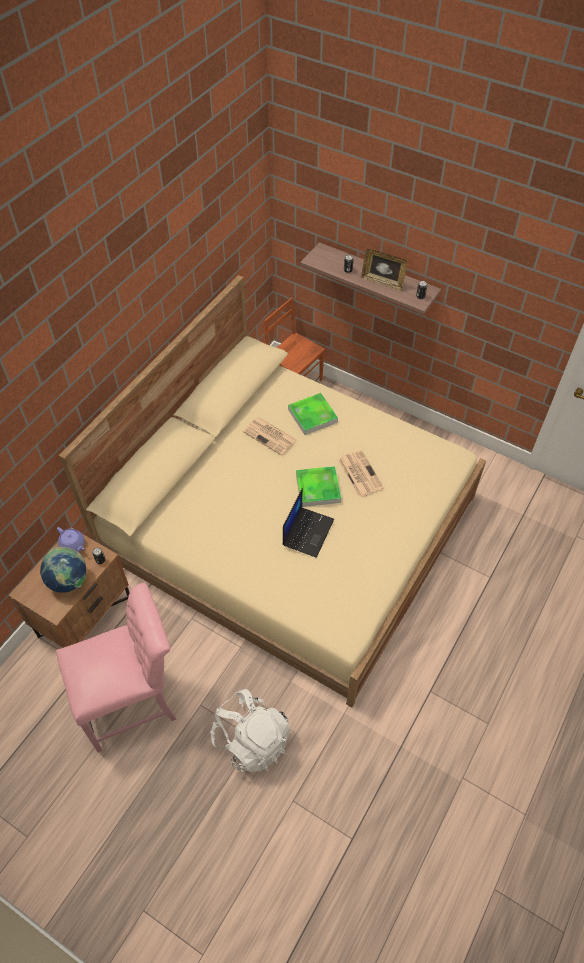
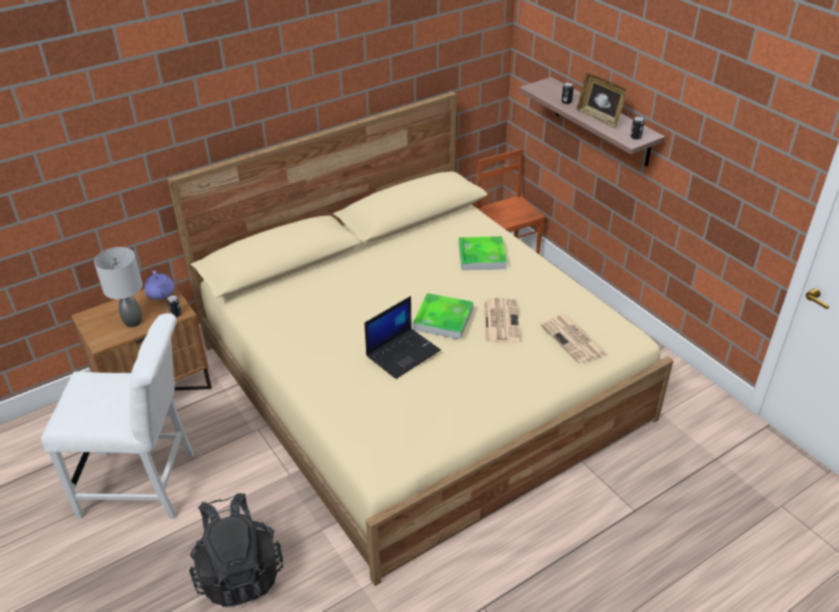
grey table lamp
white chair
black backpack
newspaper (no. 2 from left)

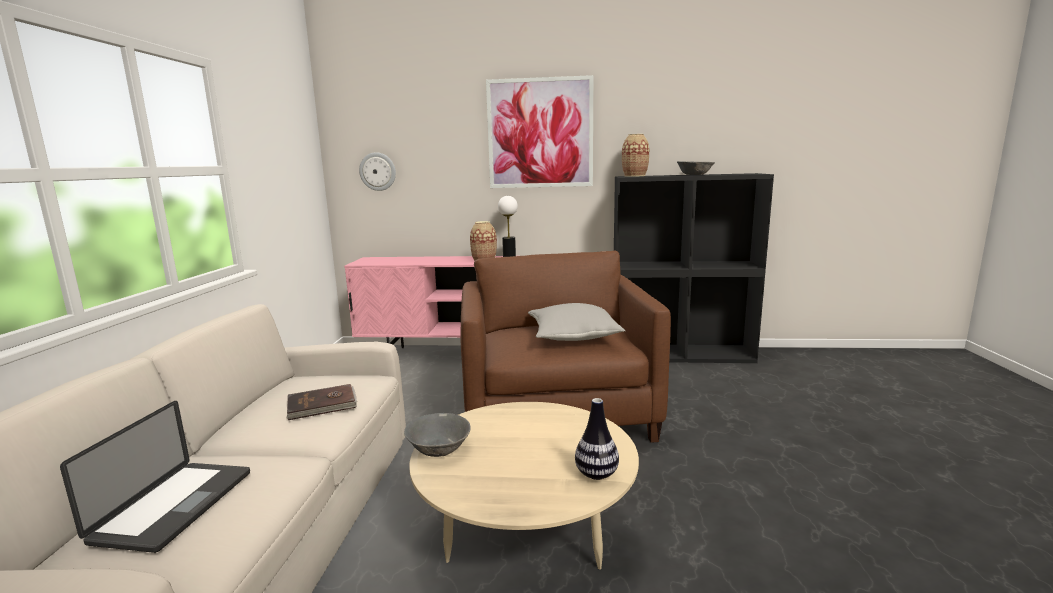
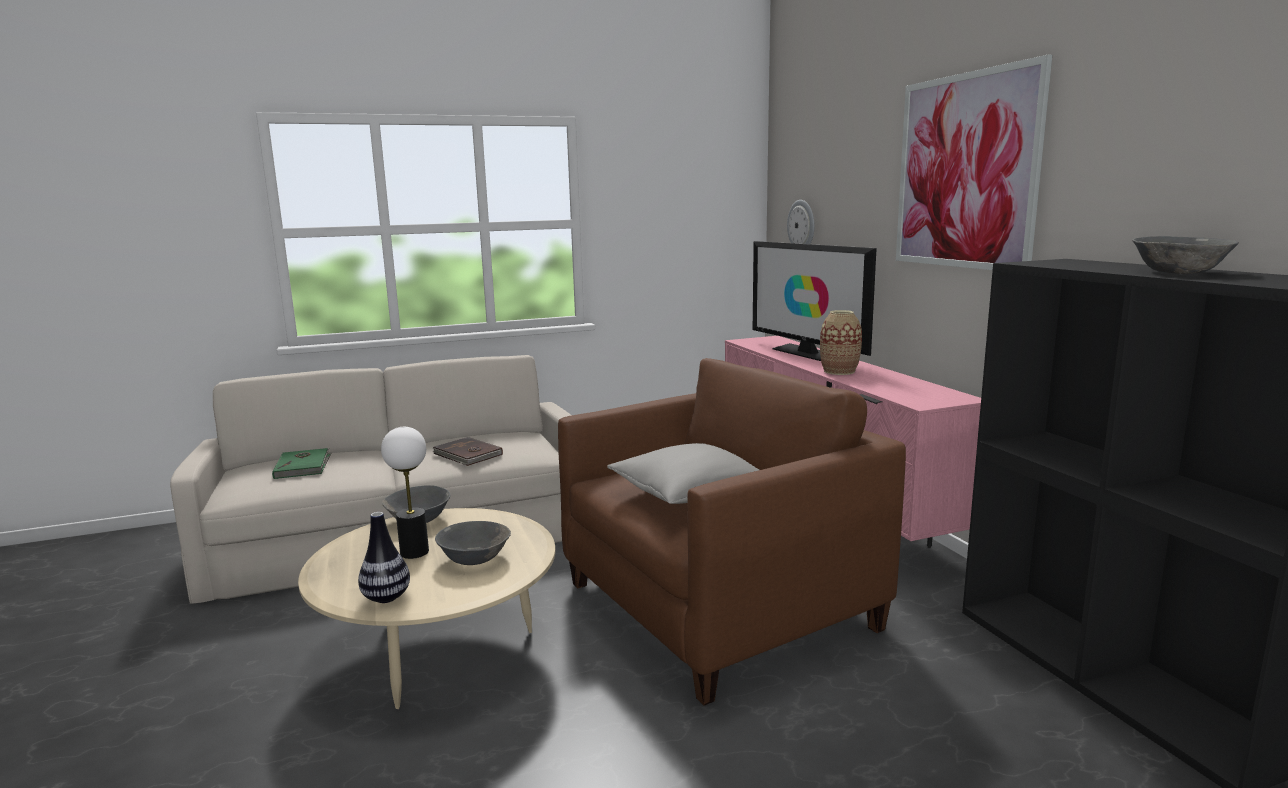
green book
table lamp
vase (no. 3 from left in the first image)
grey bowl (no. 2 from left)
television

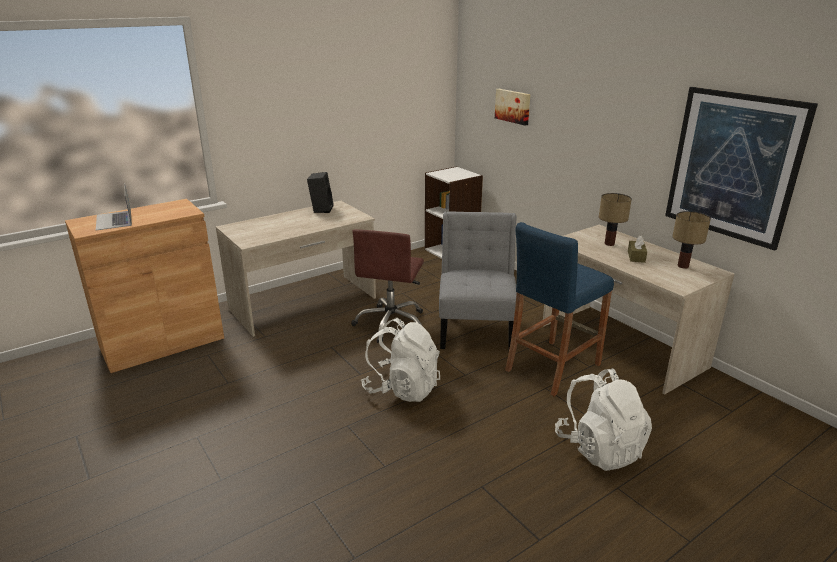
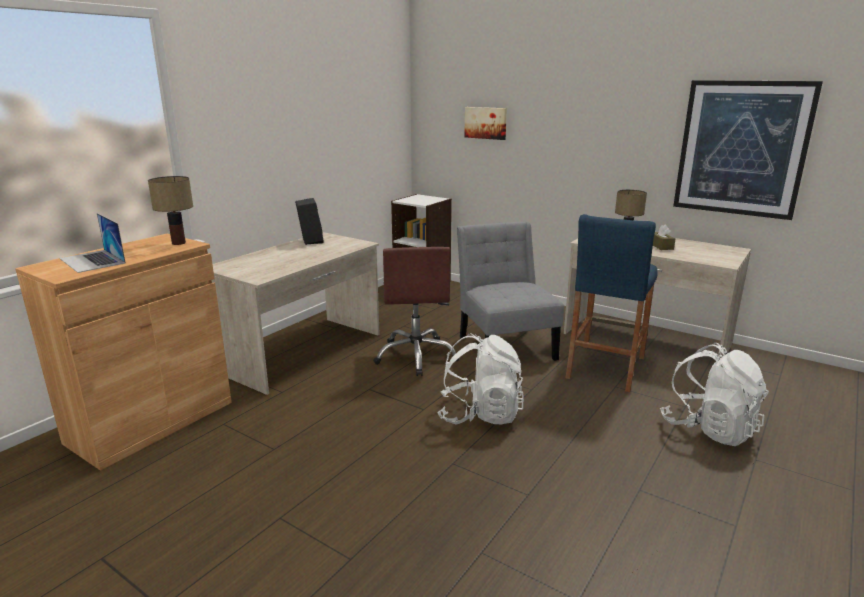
table lamp (no. 1 from left)

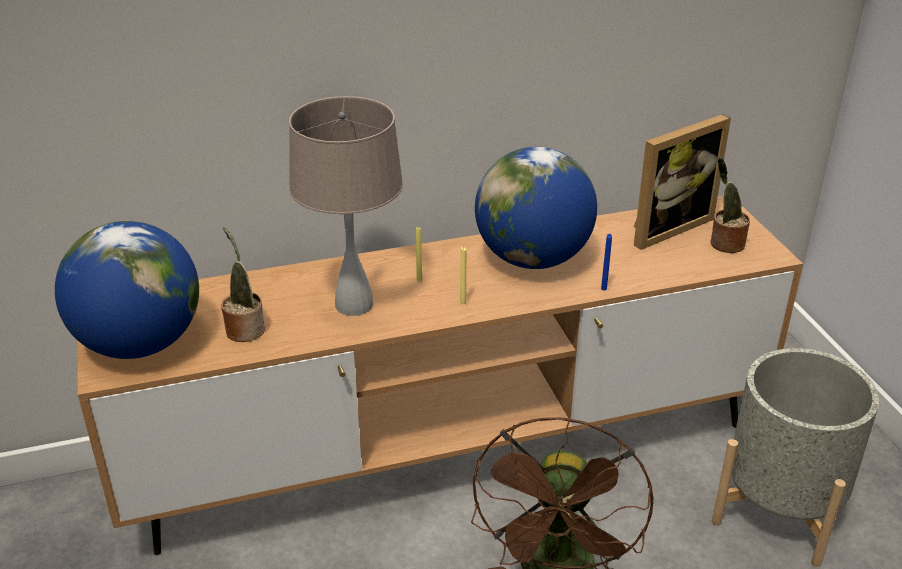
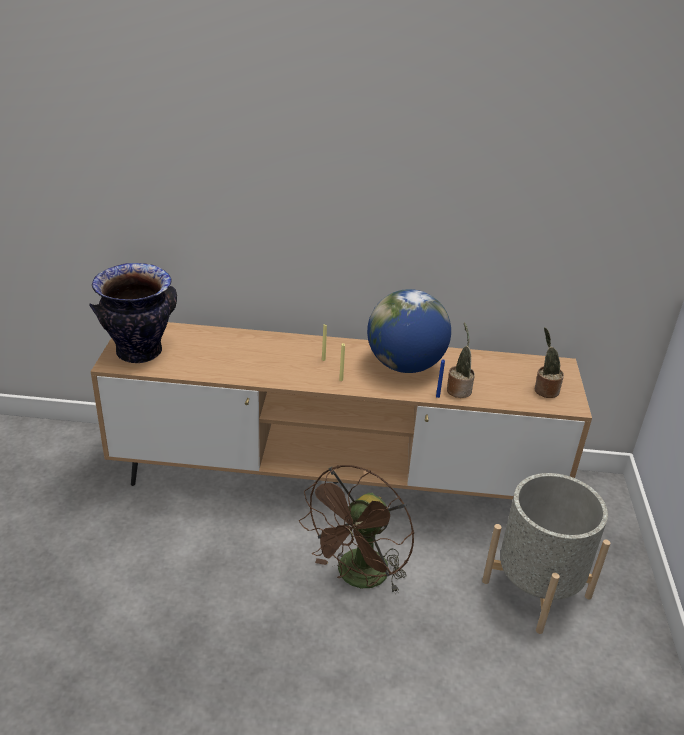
vase
potted plant (no. 1 from left)
beige table lamp
picture frame

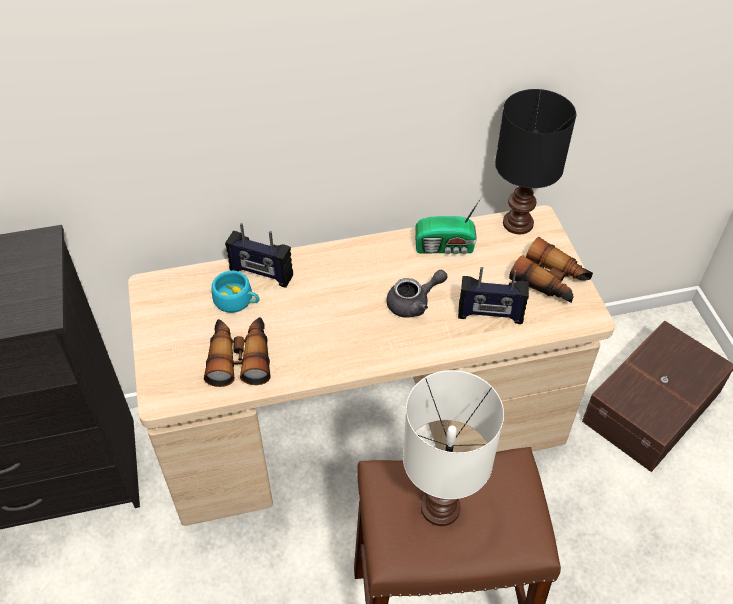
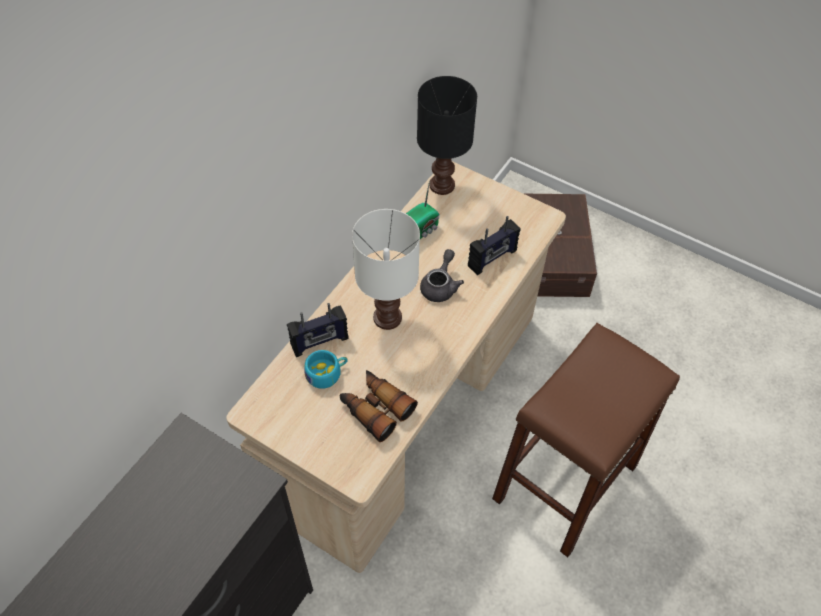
white table lamp
binoculars (no. 2 from left in the first image)

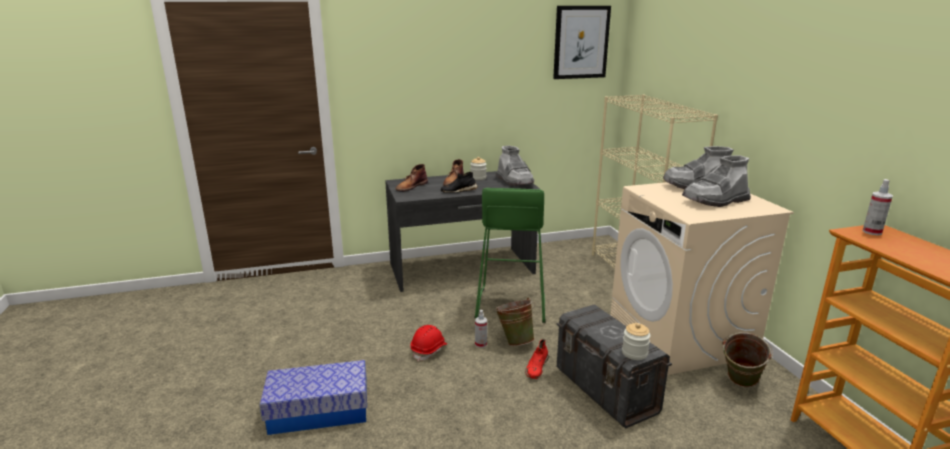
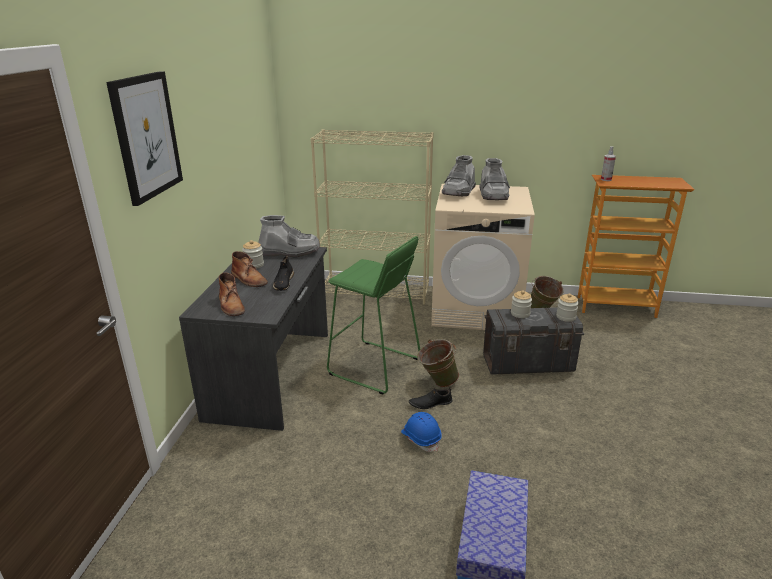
blue hard hat
black shoe (no. 2 from left)
red shoe
picture
jar (no. 2 from left)

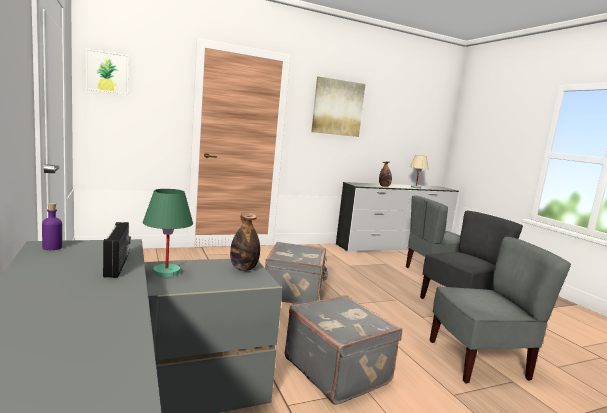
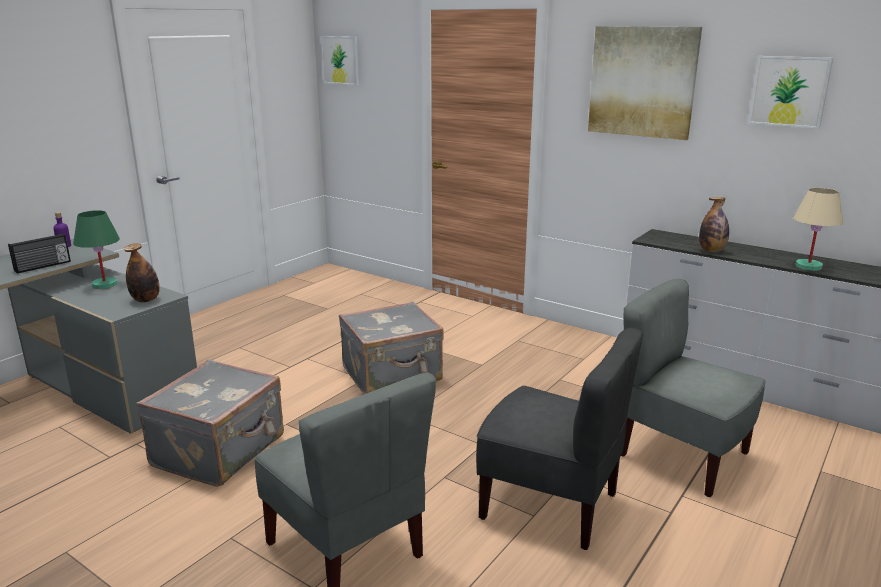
picture (no. 3 from left)

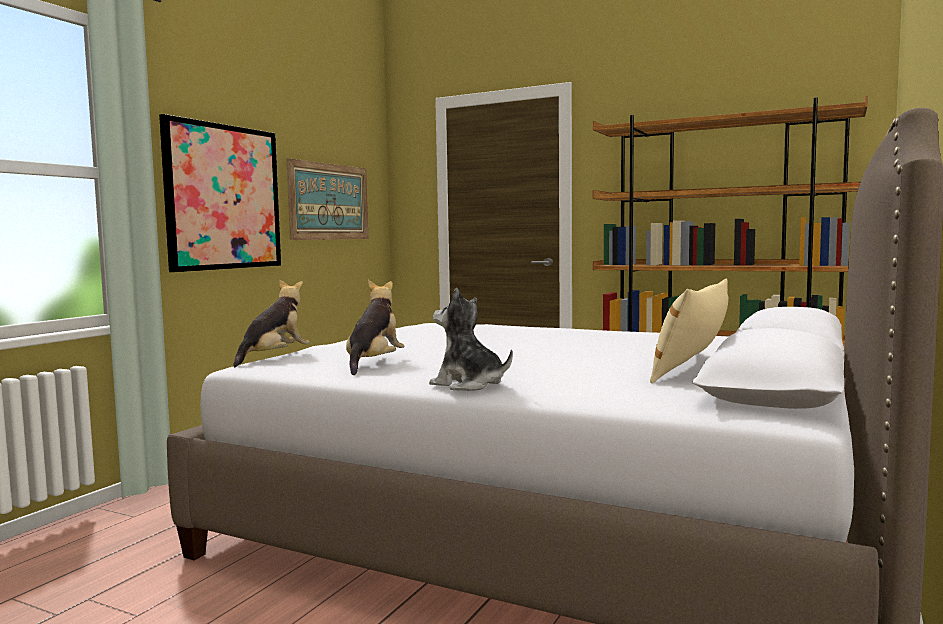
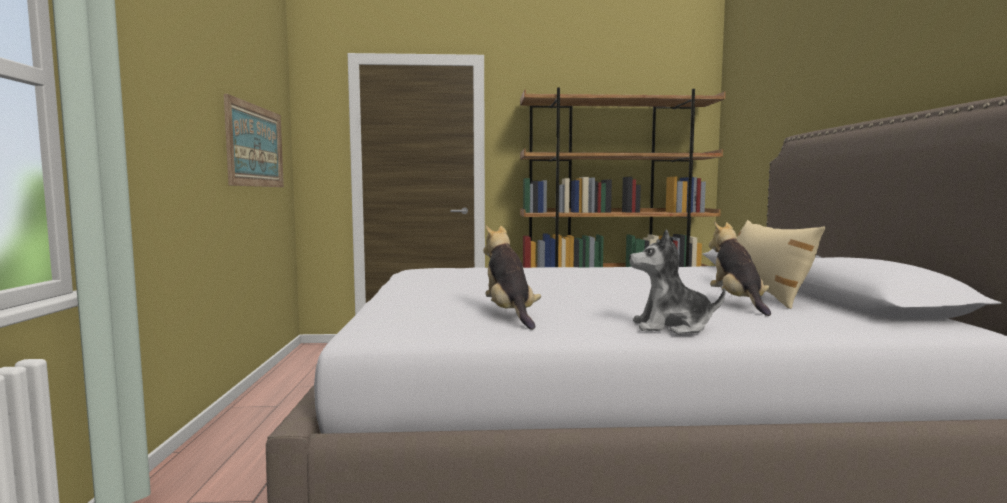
picture (no. 1 from left in the first image)
plush toy (no. 3 from left)

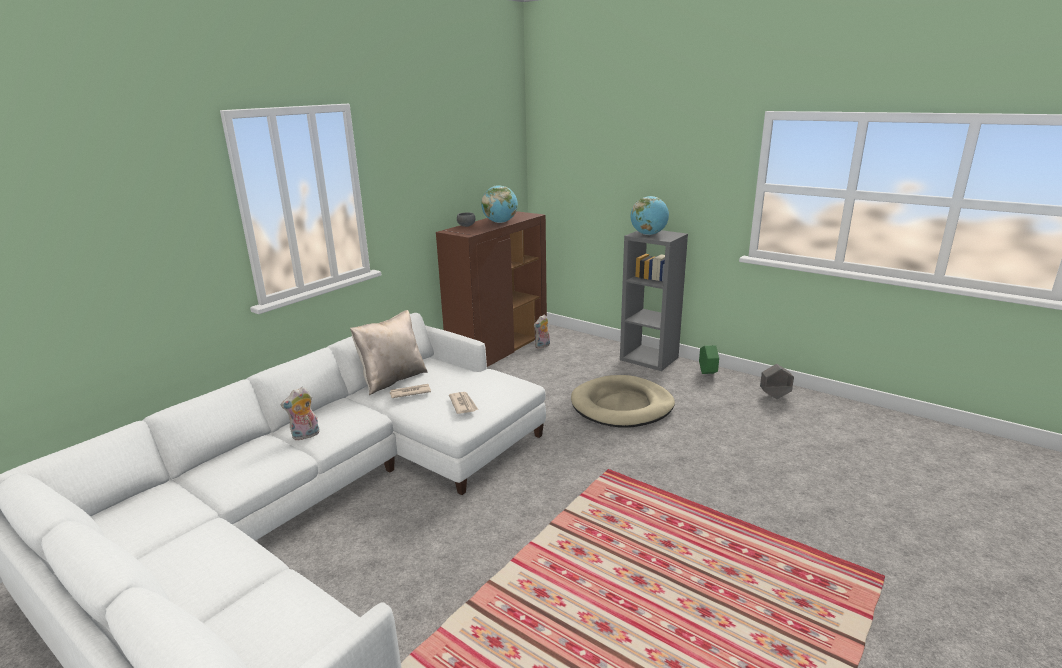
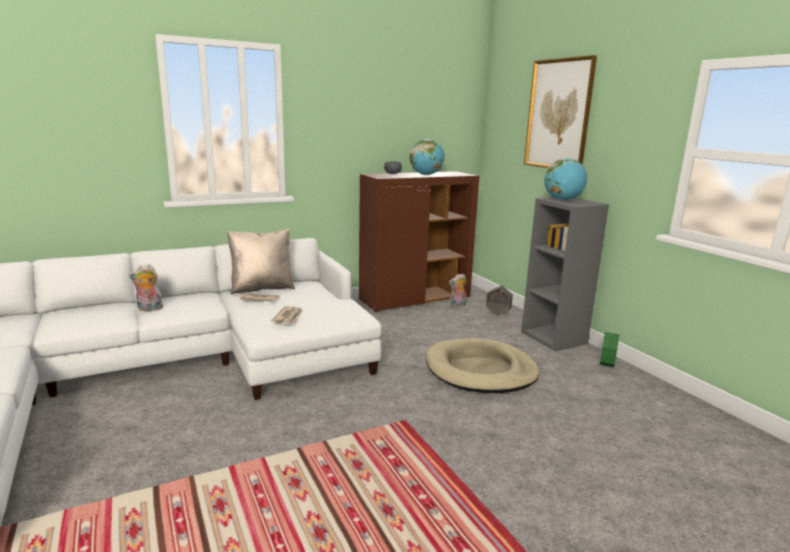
grey planter
picture

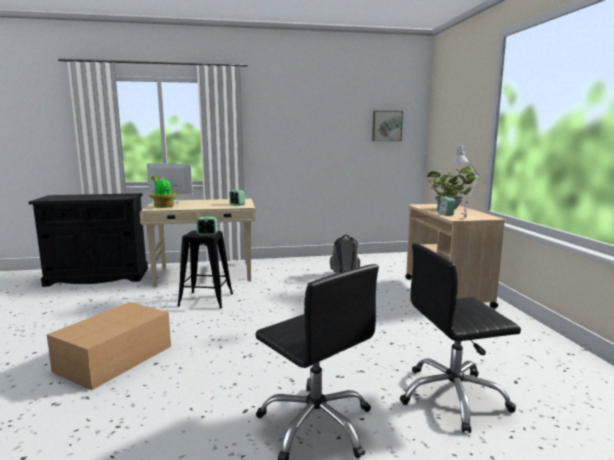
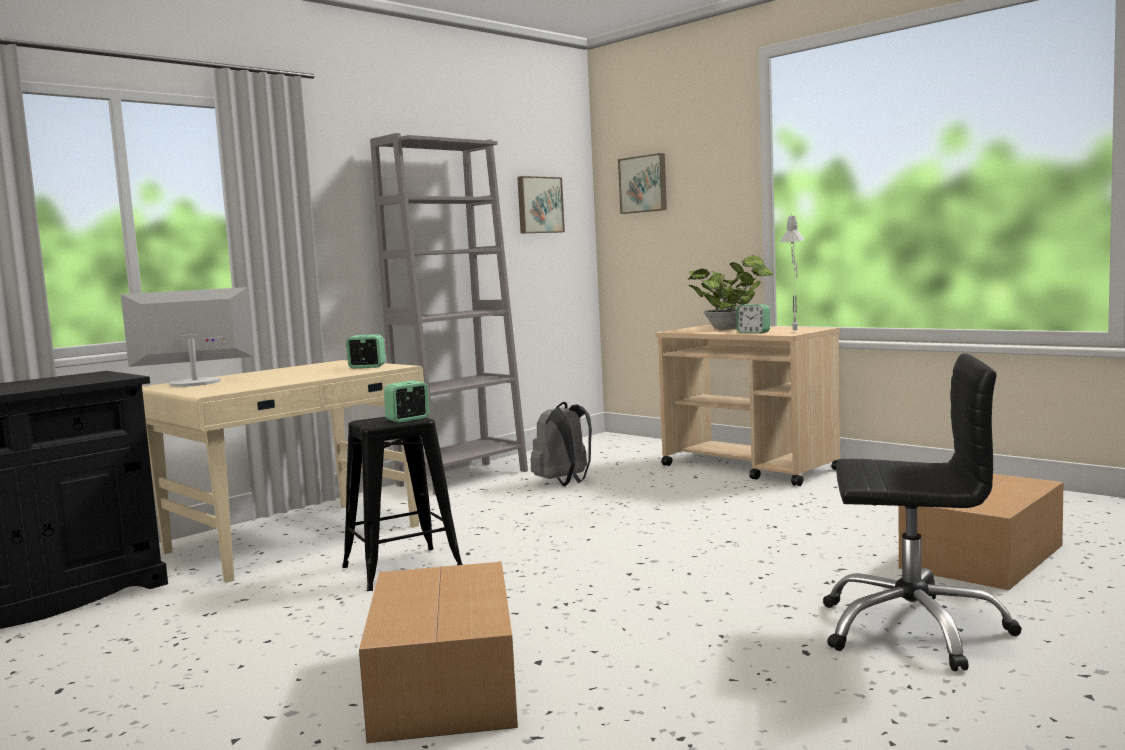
potted plant (no. 1 from left in the first image)
cardboard box (no. 2 from left)
grey bookcase
picture (no. 2 from left)

